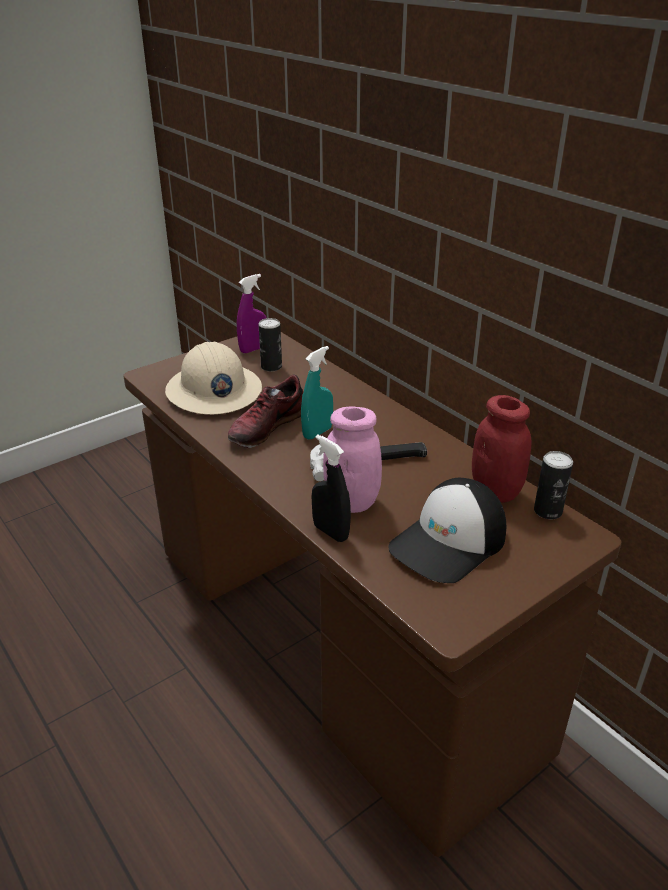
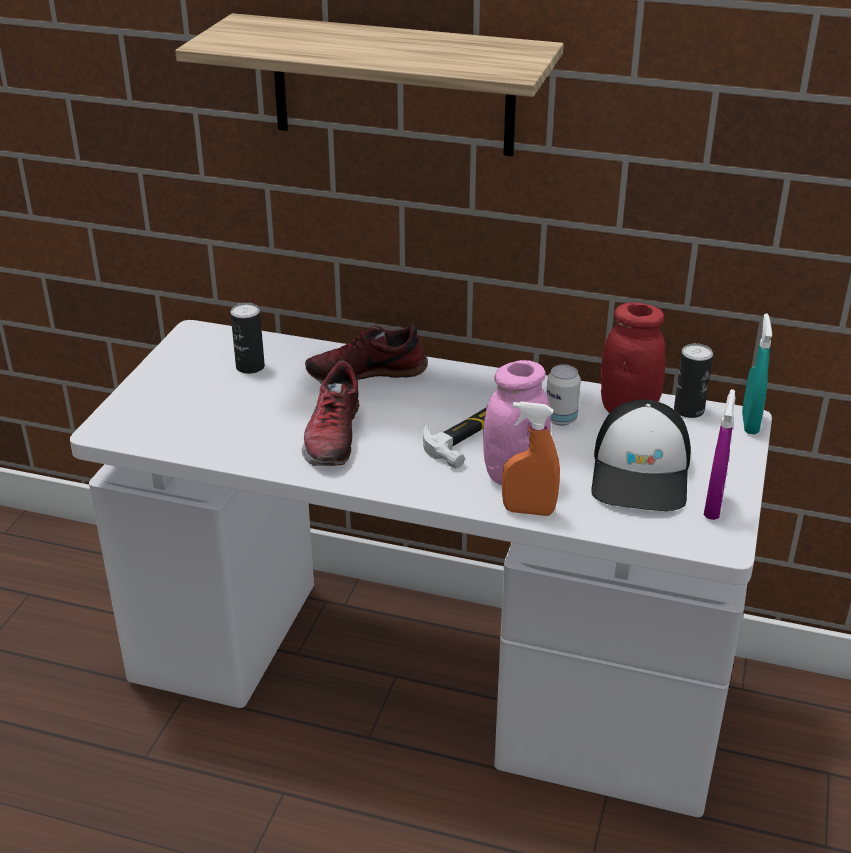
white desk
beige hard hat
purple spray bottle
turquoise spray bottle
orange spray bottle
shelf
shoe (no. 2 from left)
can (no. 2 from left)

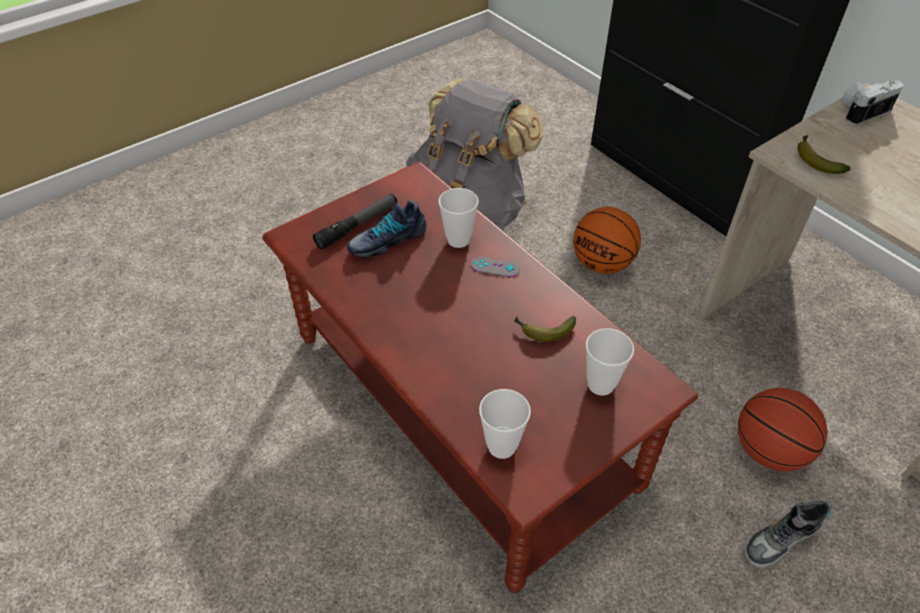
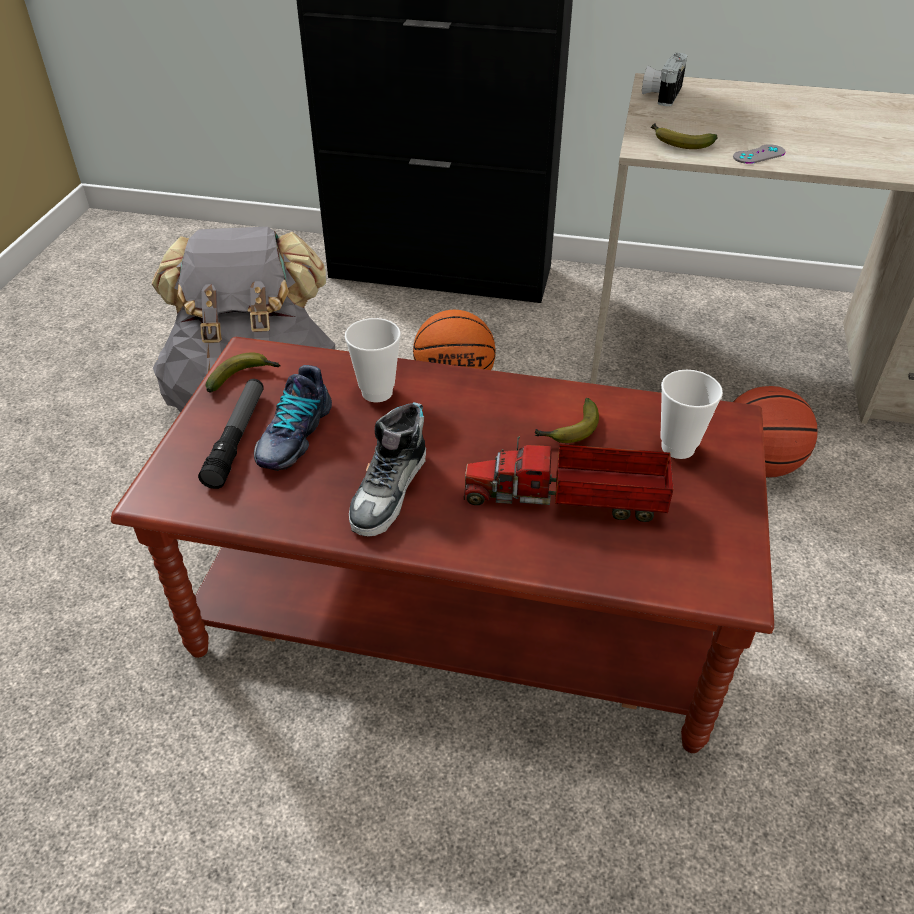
grey game controller
cup (no. 2 from left in the first image)
shoe (no. 2 from left)
banana (no. 1 from left)
toy truck

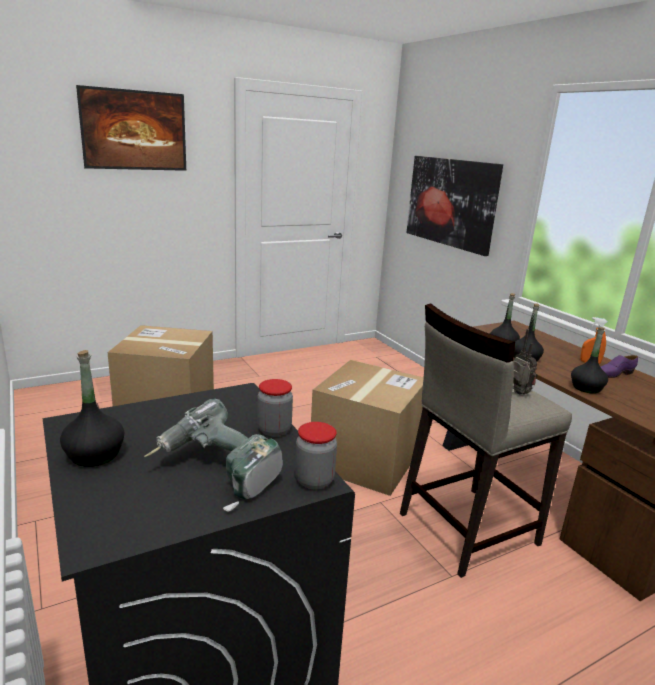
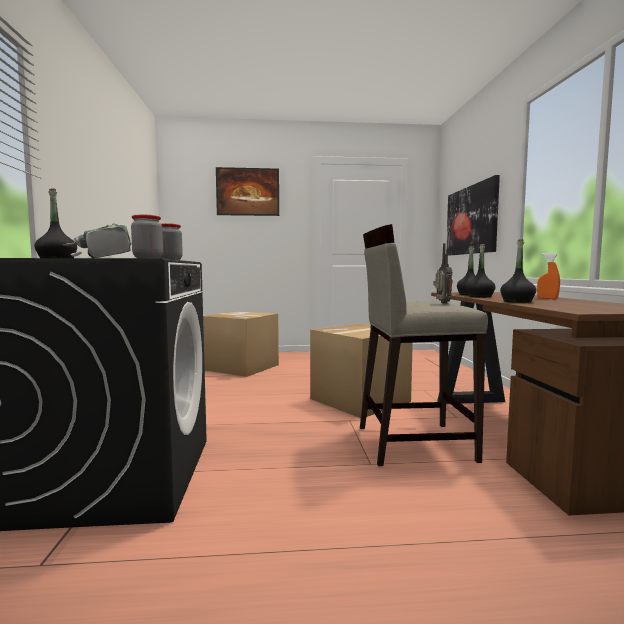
purple shoe

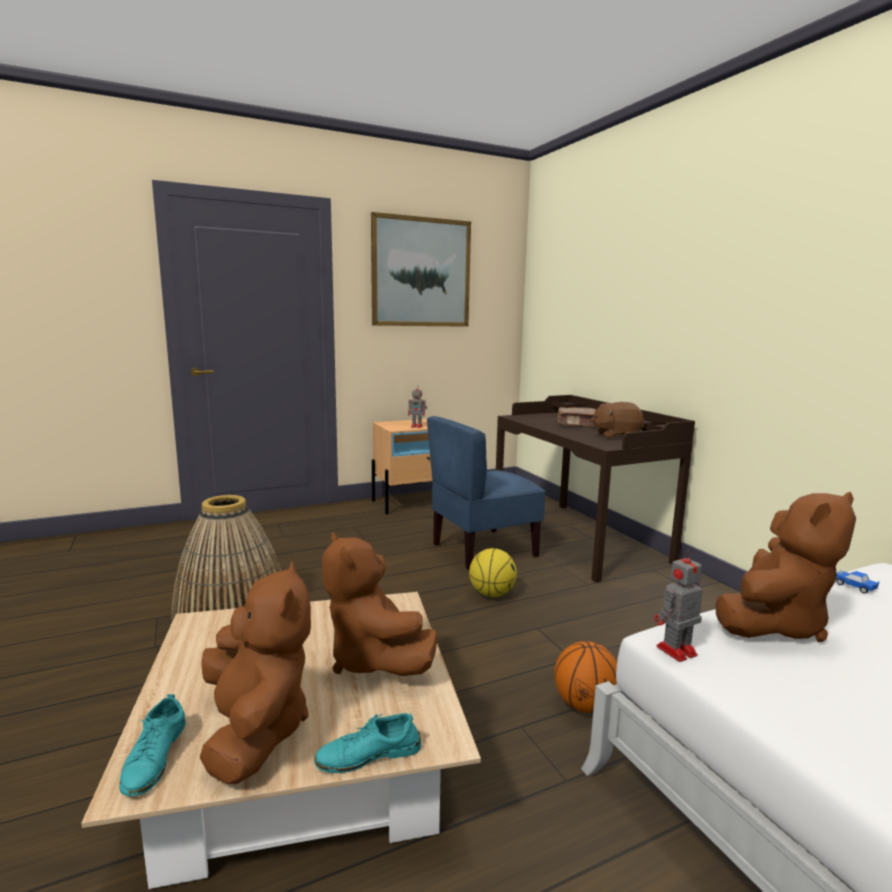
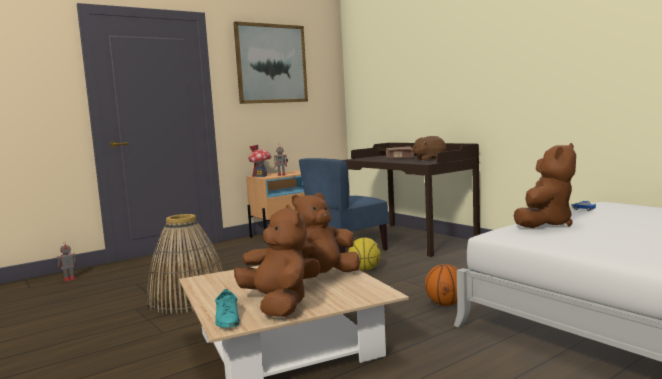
turquoise shoe (no. 2 from left in the first image)
brown plush toy (no. 2 from left)
toy robot (no. 1 from left)
toy house

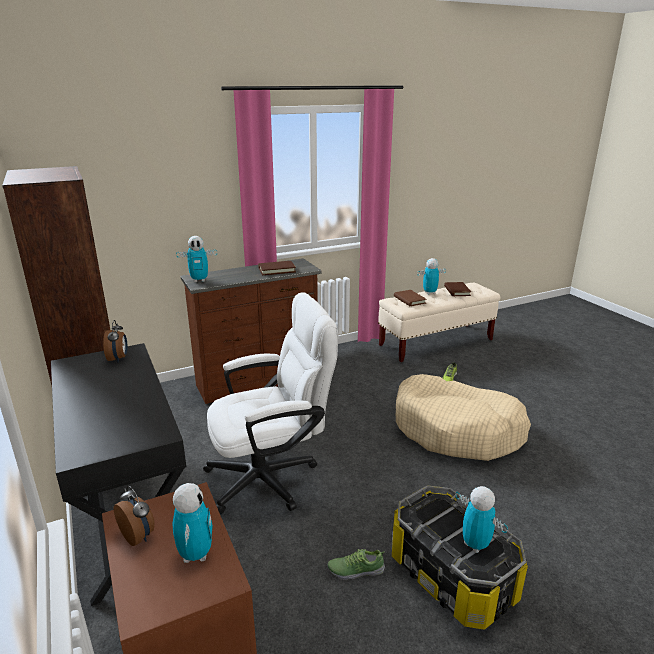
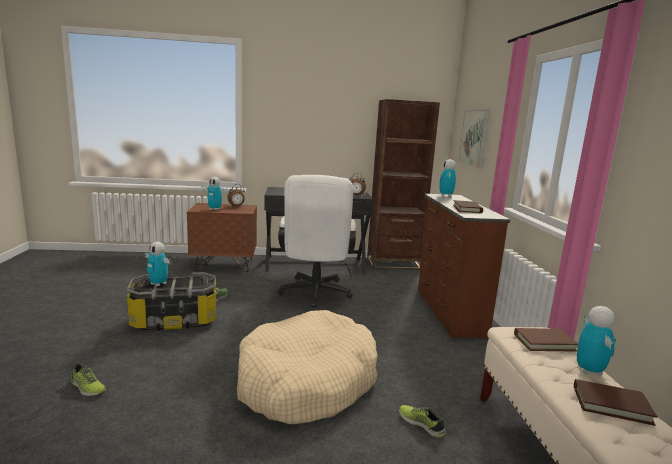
toy robot (no. 1 from left)
shoe (no. 1 from left)
picture

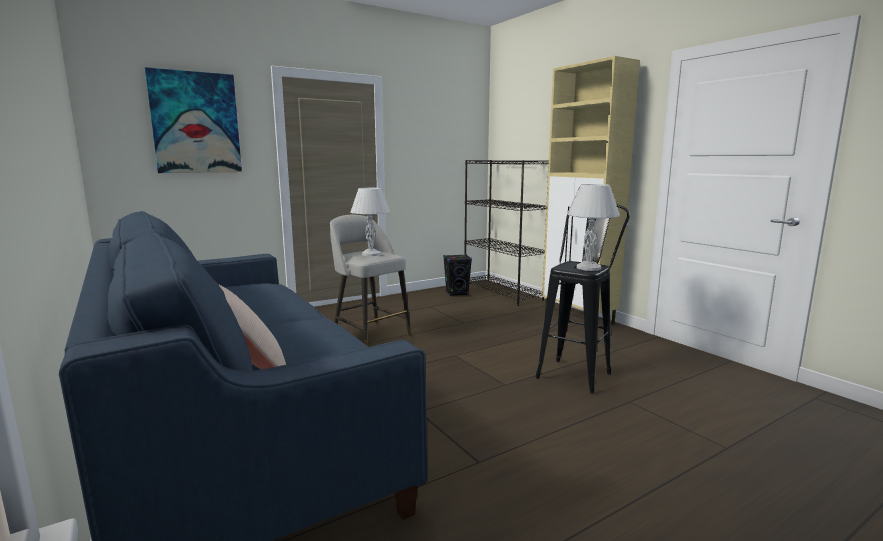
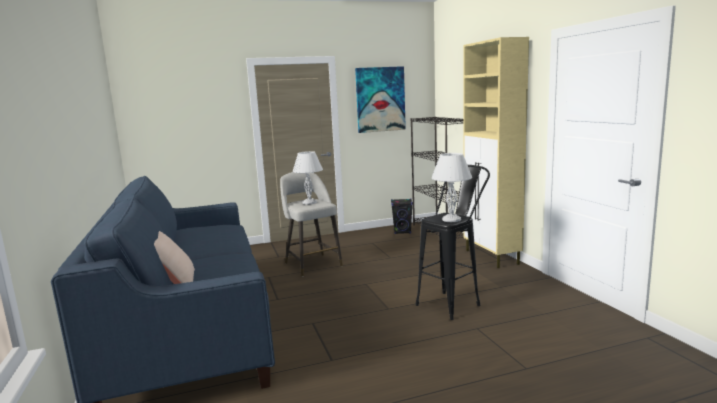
picture

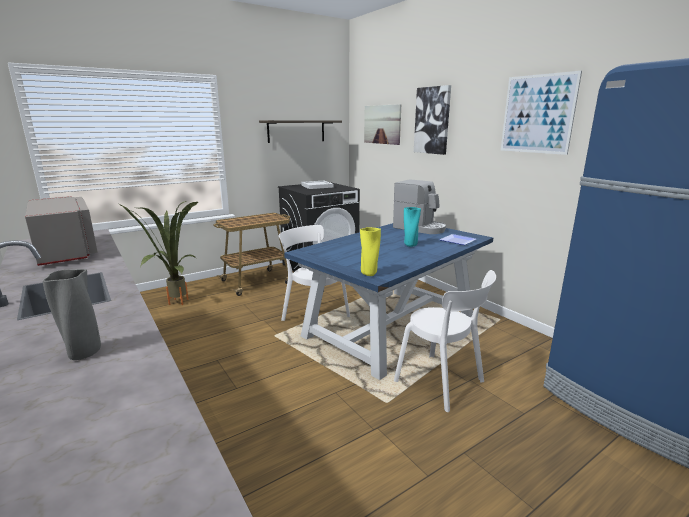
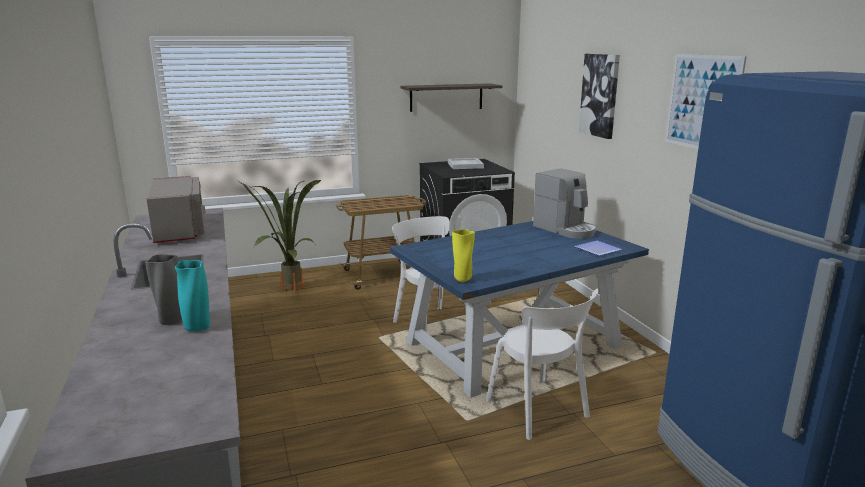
picture (no. 1 from left in the first image)
turquoise vase

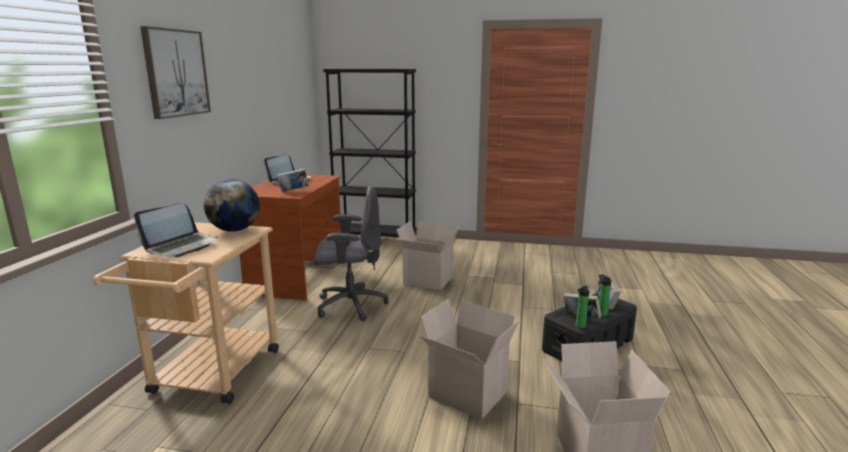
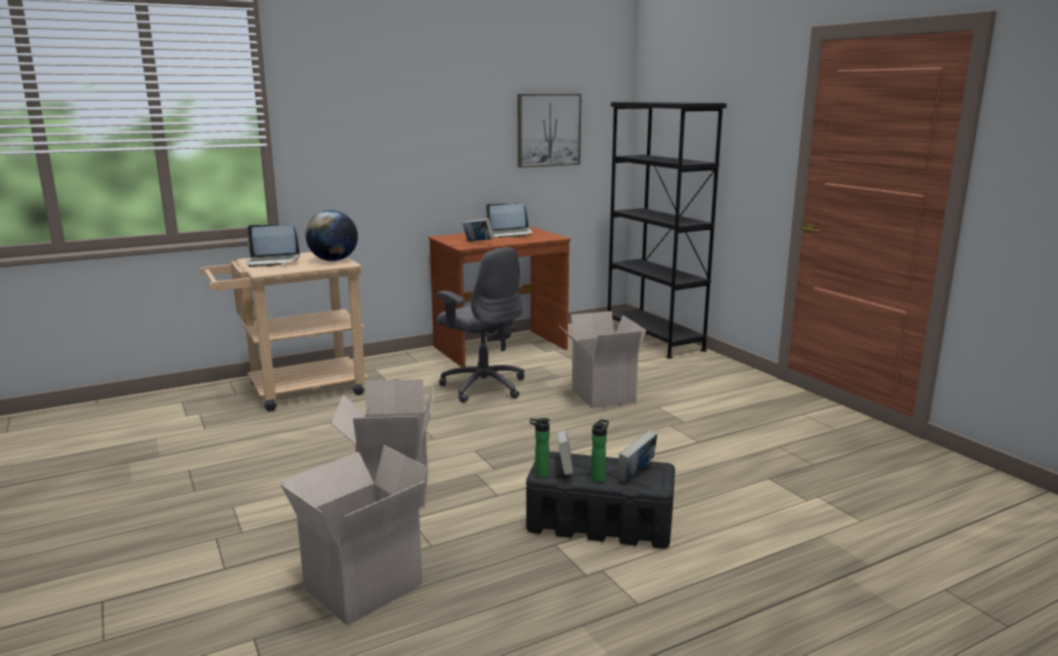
picture

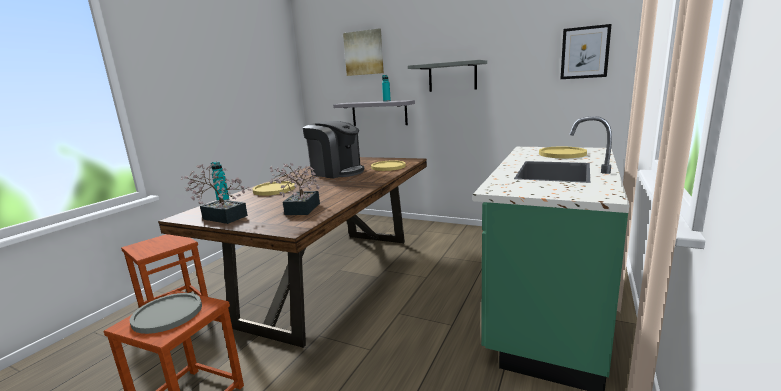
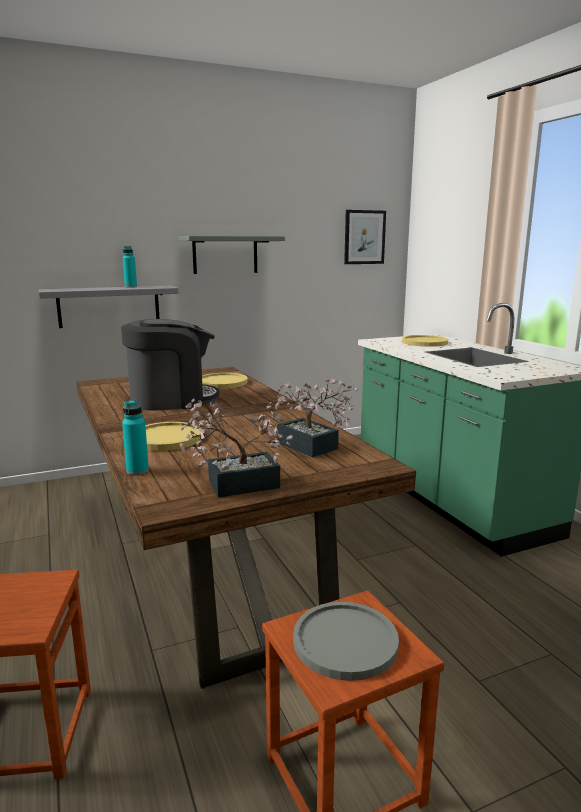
picture (no. 1 from left in the first image)

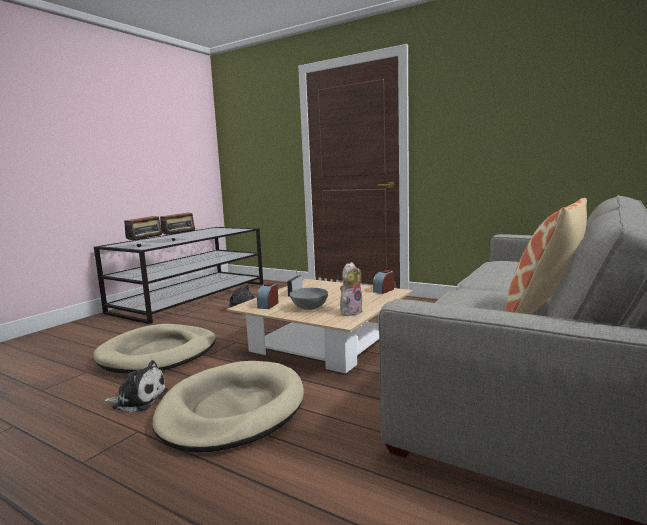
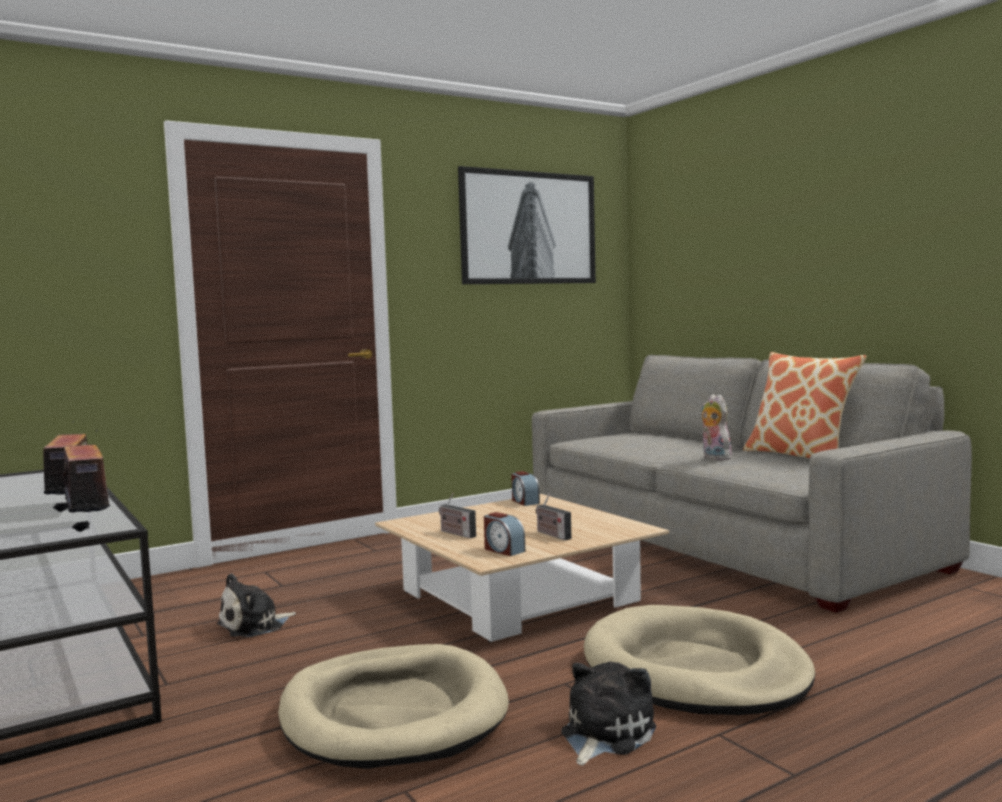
radio (no. 4 from left)
plush toy (no. 3 from left)
picture

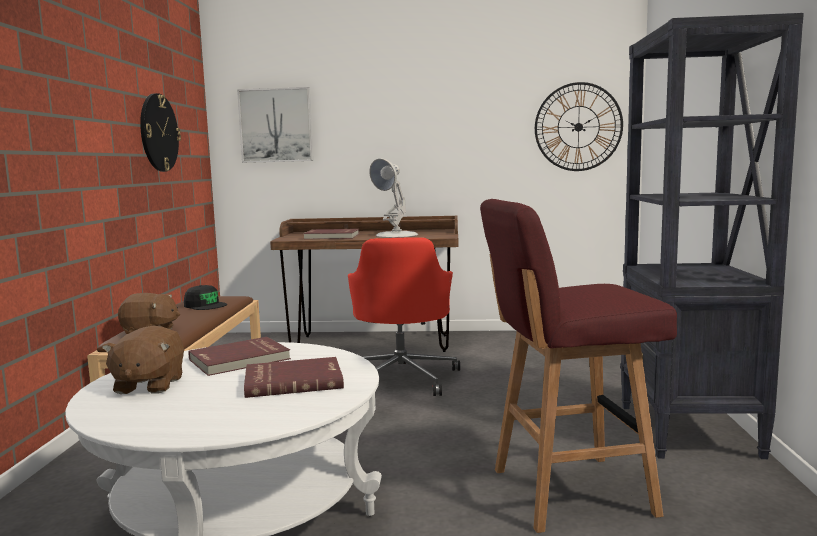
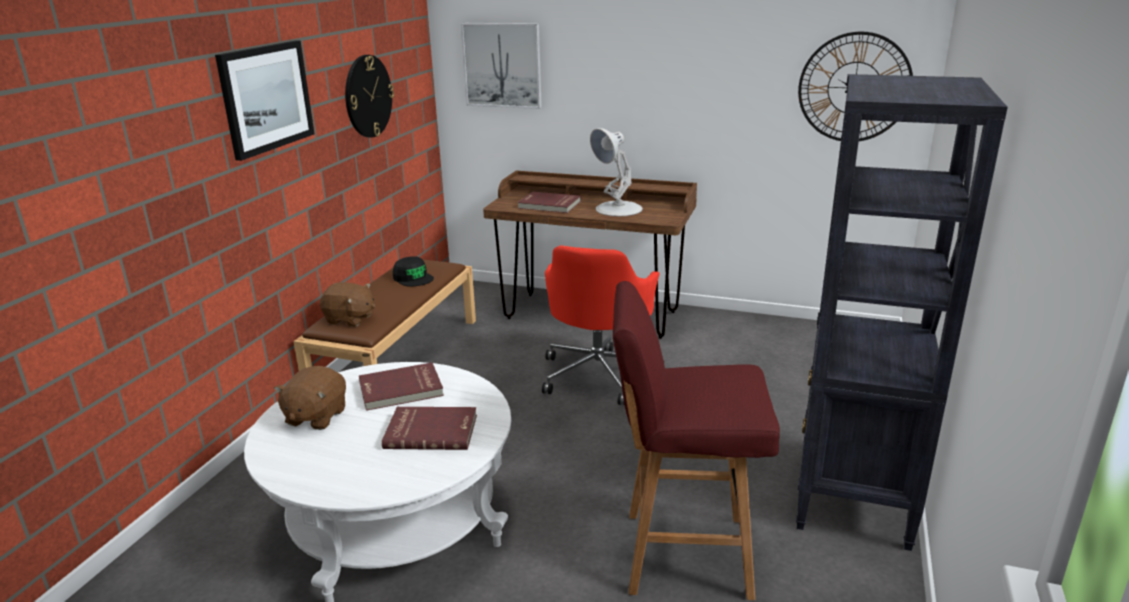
picture (no. 1 from left)

